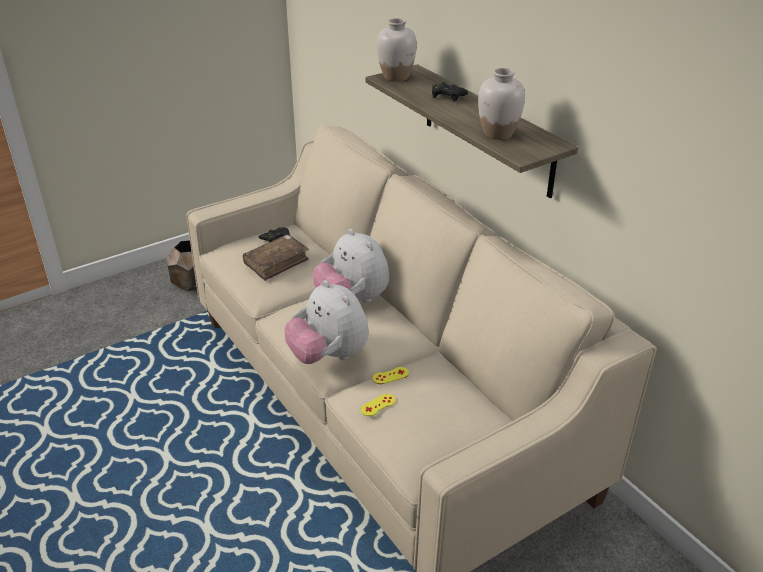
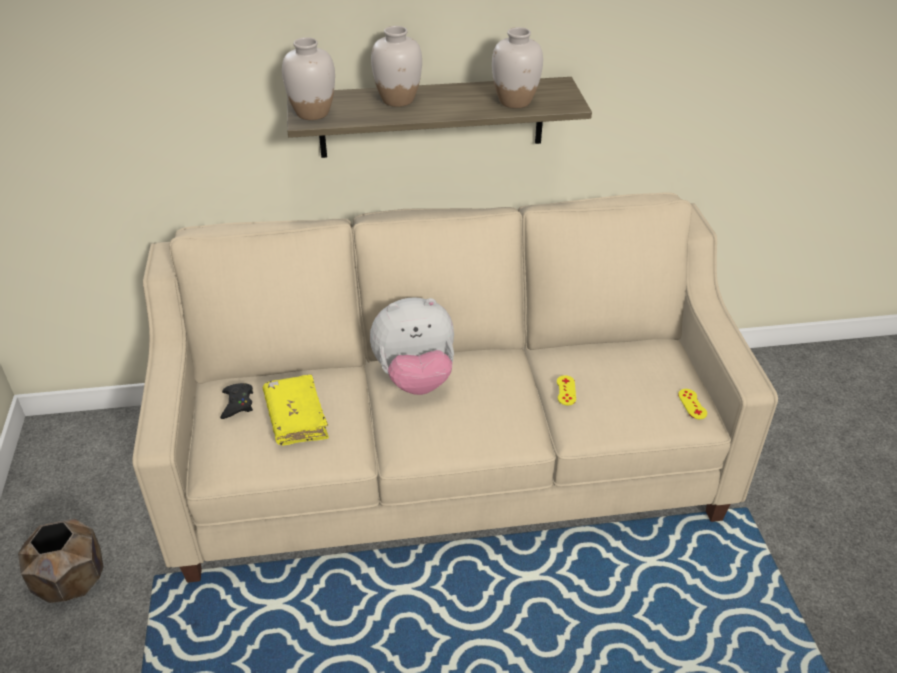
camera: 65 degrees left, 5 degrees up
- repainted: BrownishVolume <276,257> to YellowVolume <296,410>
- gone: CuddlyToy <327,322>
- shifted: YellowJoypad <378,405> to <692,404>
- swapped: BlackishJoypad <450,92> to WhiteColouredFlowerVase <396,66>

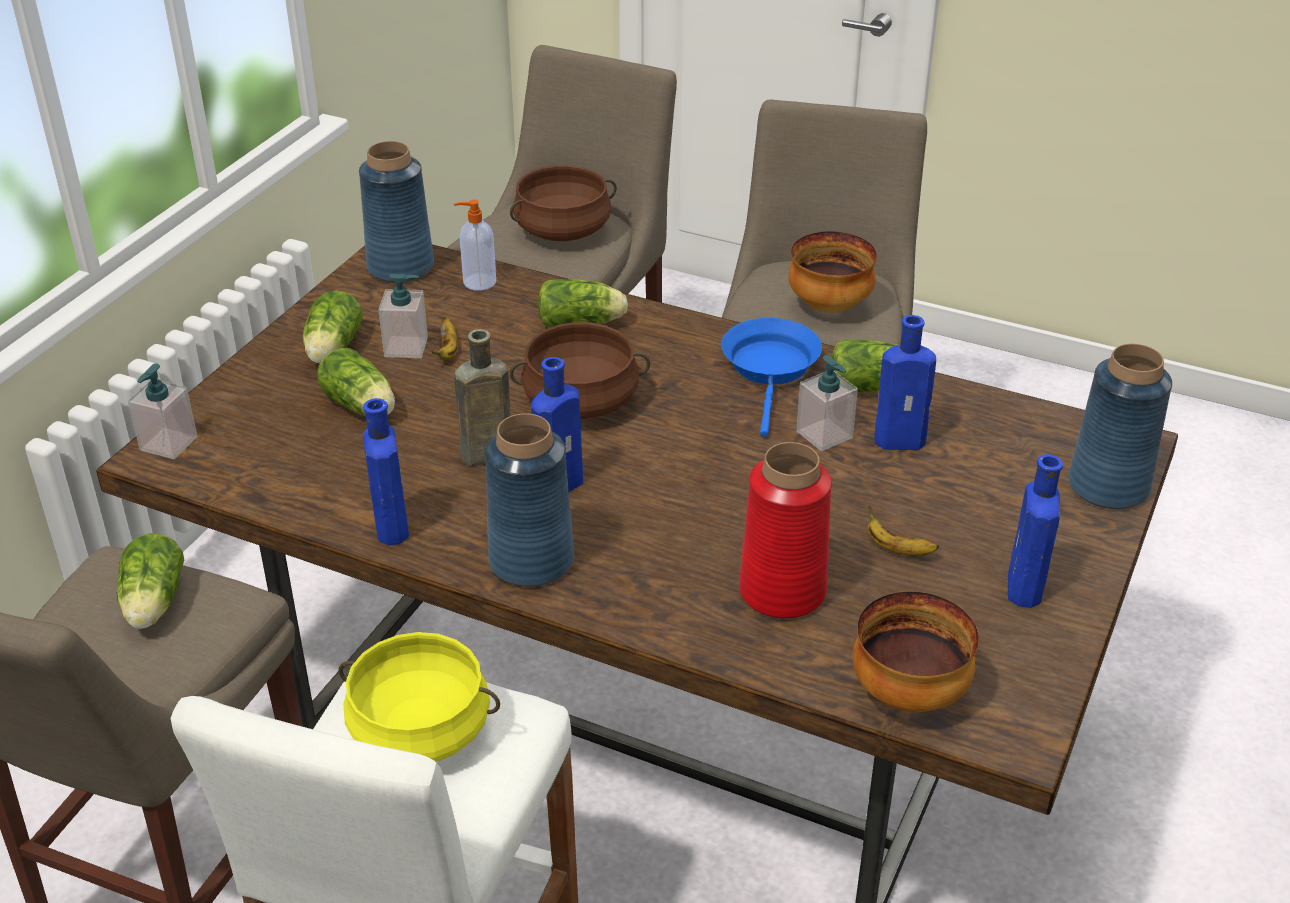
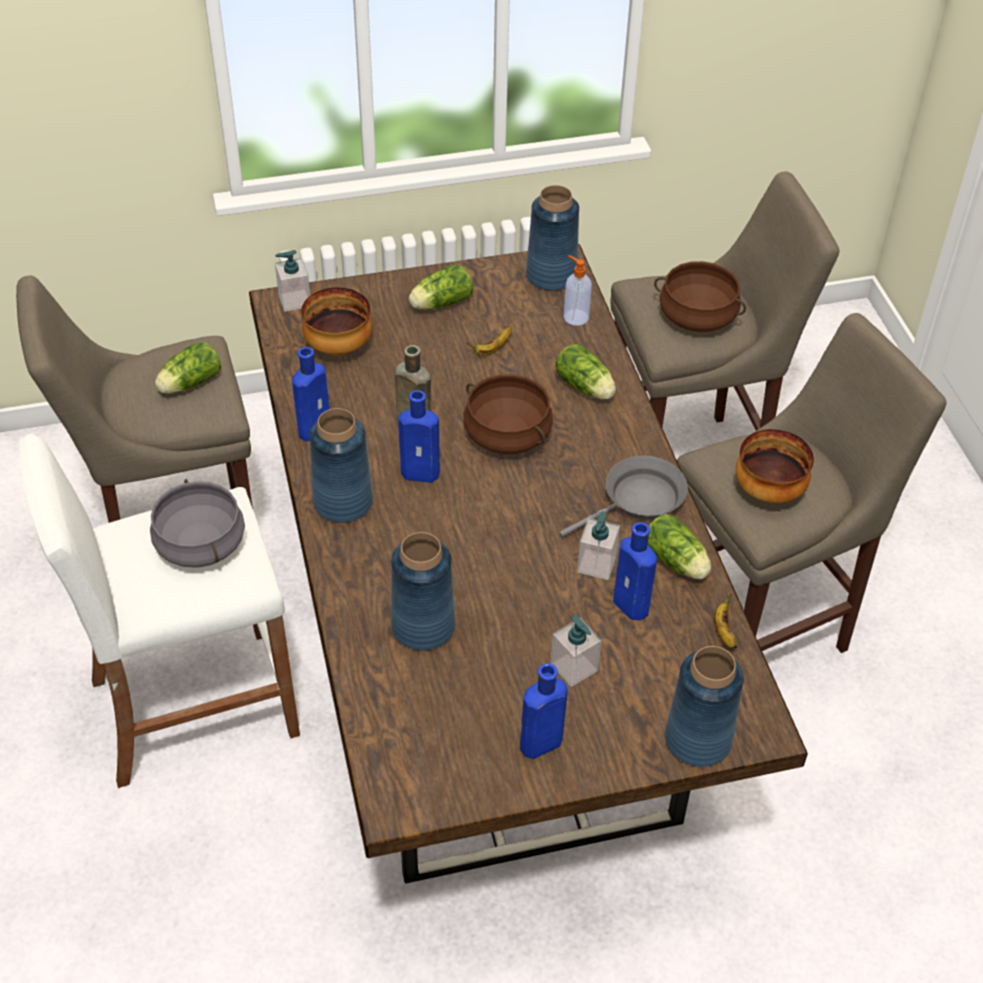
camera: 50 degrees right, 10 degrees up
- gone: Lettuce <356,382>
- repainted: YellowSaucepot <419,697> to GreyishSaucepot <197,523>
- shifted: SoapDispenser <403,316> to <576,651>
- repainted: BlueColouredFryingPan <771,377> to GreyishFryingPan <623,496>
- repainted: ReddishFlowerVase <785,530> to BlueColouredFlowerVase <423,591>
- shifted: ServingBowl <916,652> to <336,321>
- shifted: BananaFruit <903,530> to <726,621>

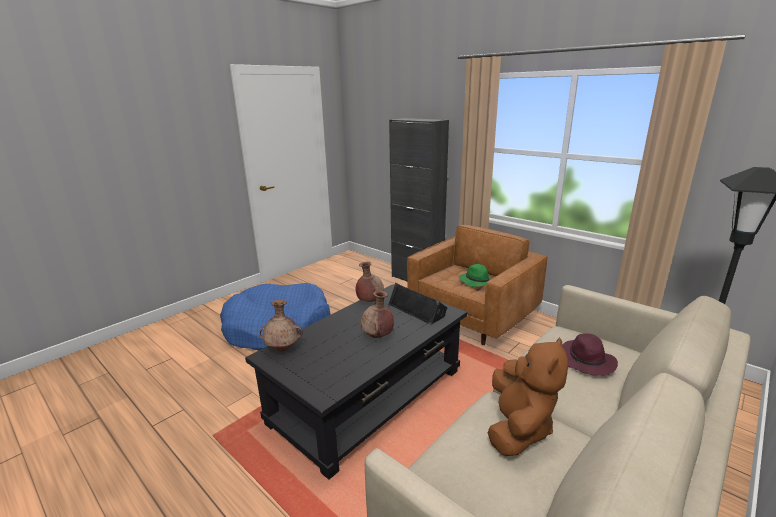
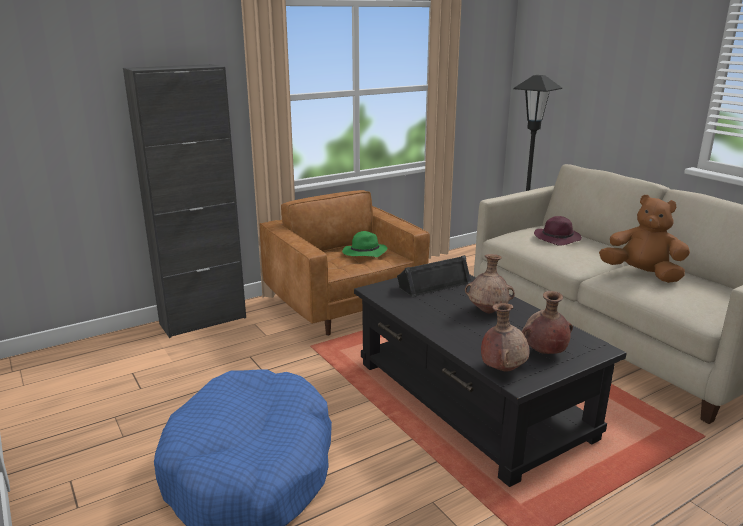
camera: 75 degrees left, 0 degrees up
- shifted: BrownishFlowerVase <370,281> to <547,322>

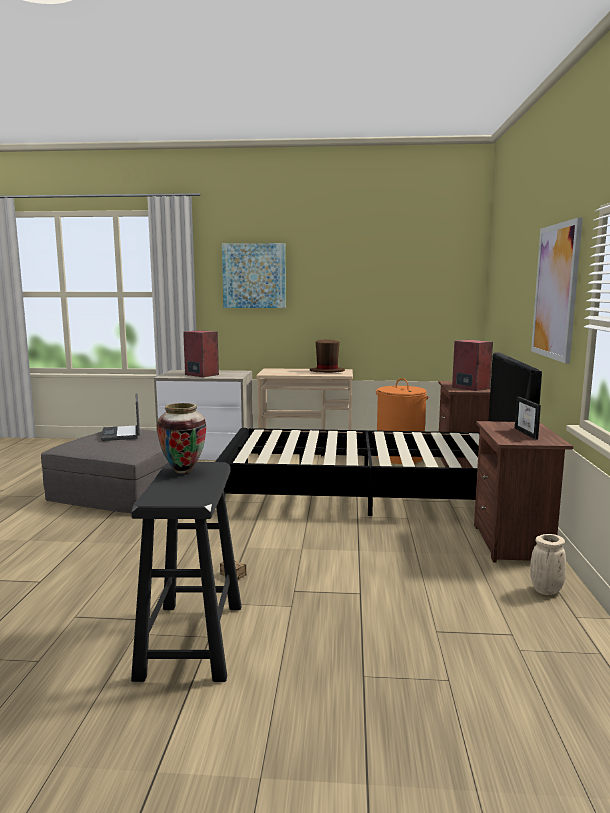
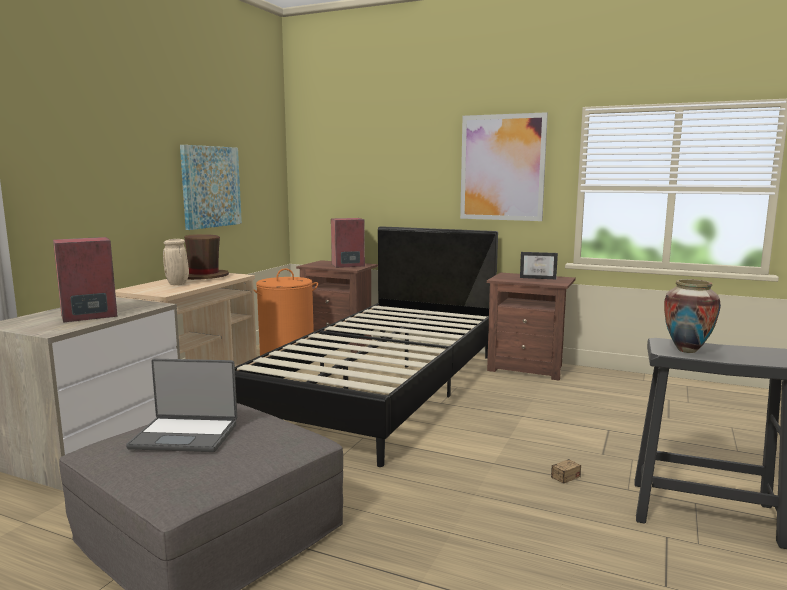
camera: 70 degrees left, 0 degrees up
- shifted: WallPicture <254,275> to <211,187>
- shifted: BeigeColouredFlowerVase <548,564> to <176,262>

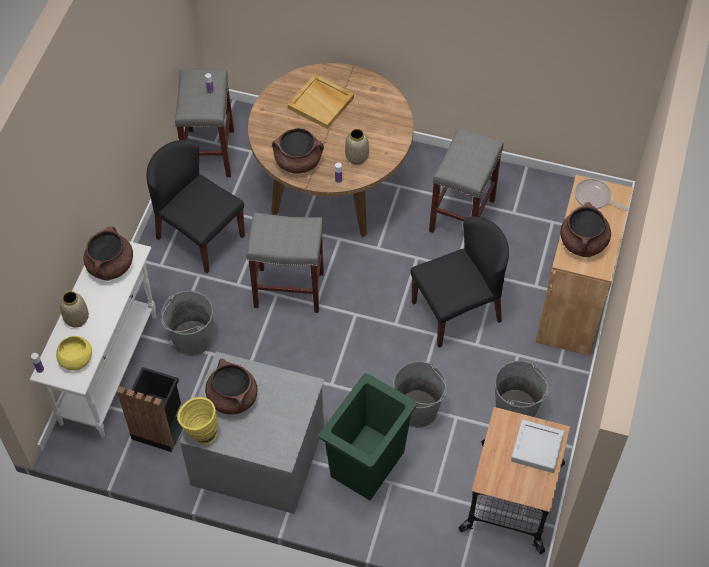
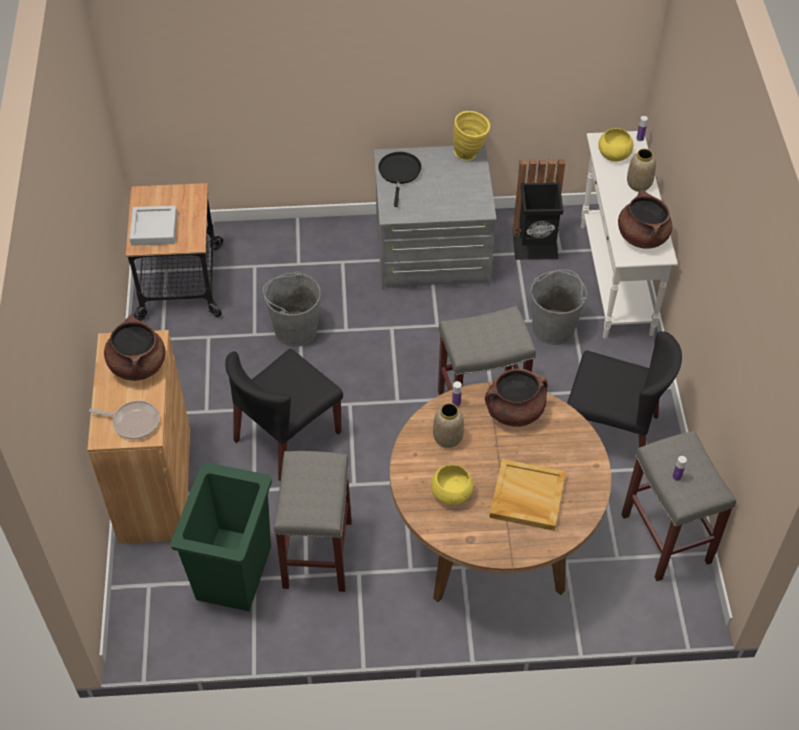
camera: 160 degrees right, 5 degrees down
- gone: BrownishSaucepot <231,386>
- shifted: GreenRubbishBin <368,436> to <221,536>
- gone: GreyishBucket <521,388>
- new: BlackishFryingPan <400,179>
- new: YellowServingBowl <452,485>

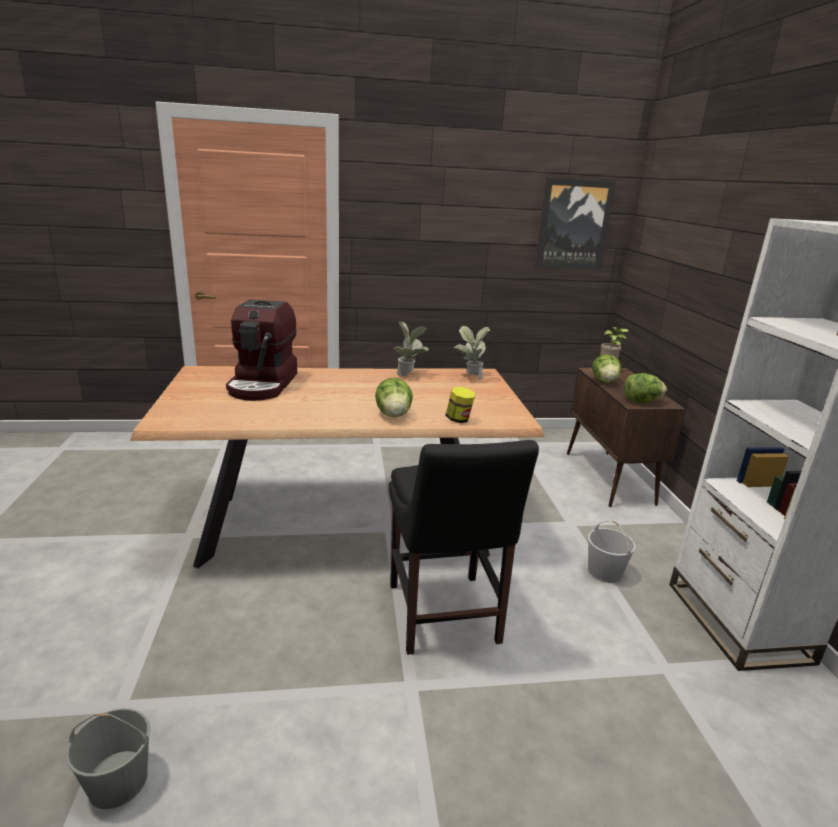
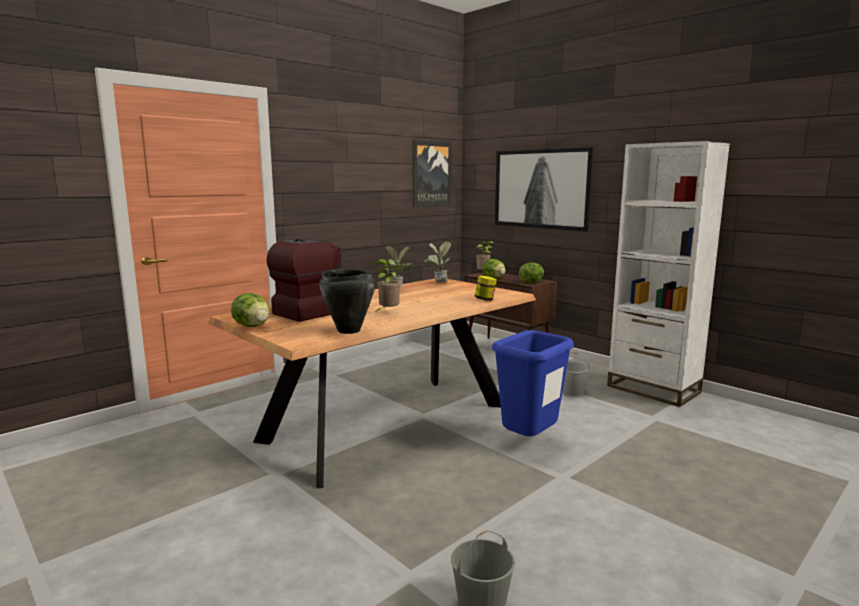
camera: 35 degrees left, 10 degrees down
- rotated: CoffeeMaker <261,350> = <304,280> 105 degrees counterclockwise
- shifted: Lettuce <394,397> to <250,310>
- swapped: BlackishPlainChair <464,547> to BlueColouredRubbishBin <533,383>
- new: BlackishSaucepot <347,301>
- new: PottedPlant <386,285>
- new: WallPicture <544,189>

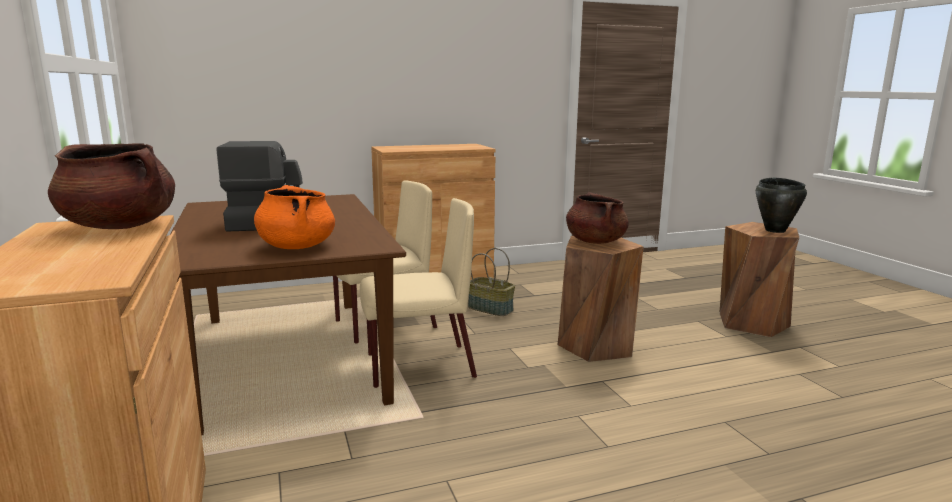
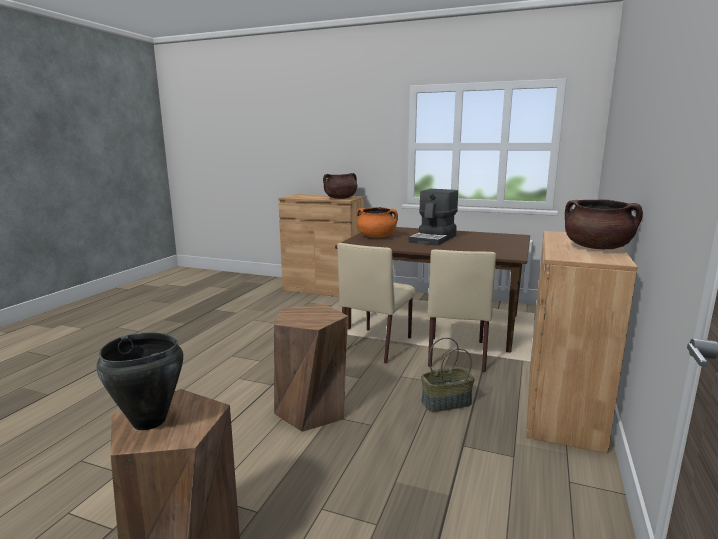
camera: 130 degrees right, 0 degrees up
- shifted: BrownishSaucepot <597,218> to <604,224>

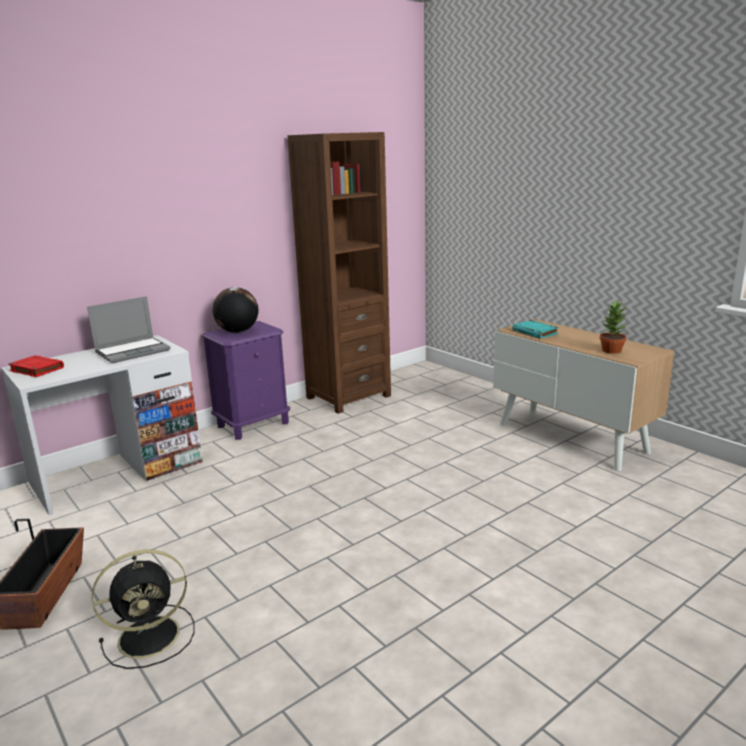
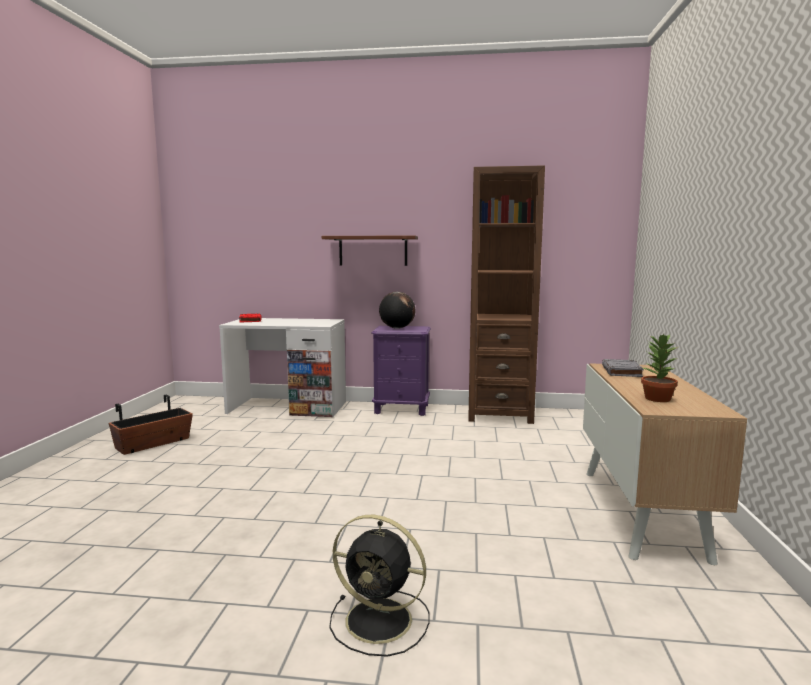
camera: 45 degrees right, 10 degrees down
- gone: Laptop <128,329>
- shifted: BlackishFan <143,609> to <379,586>
- repainted: BlueGreenVolume <535,329> to GreyishVolume <623,368>
- new: BrownishShelf <370,250>

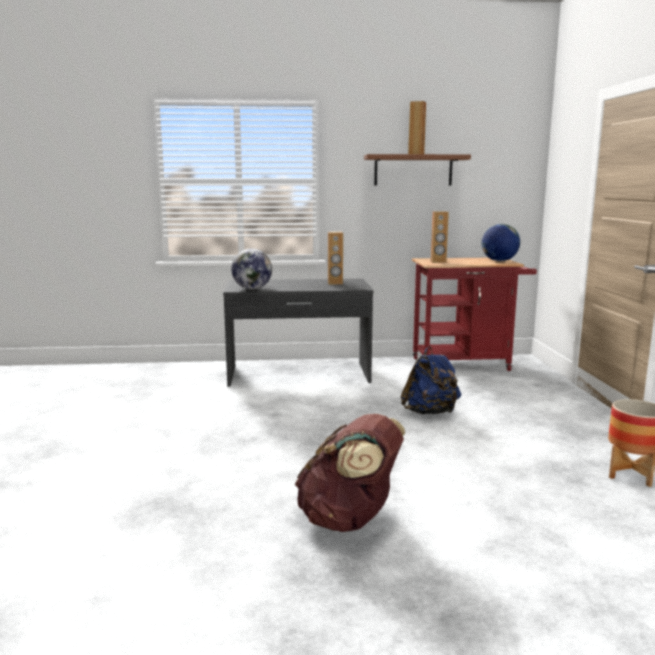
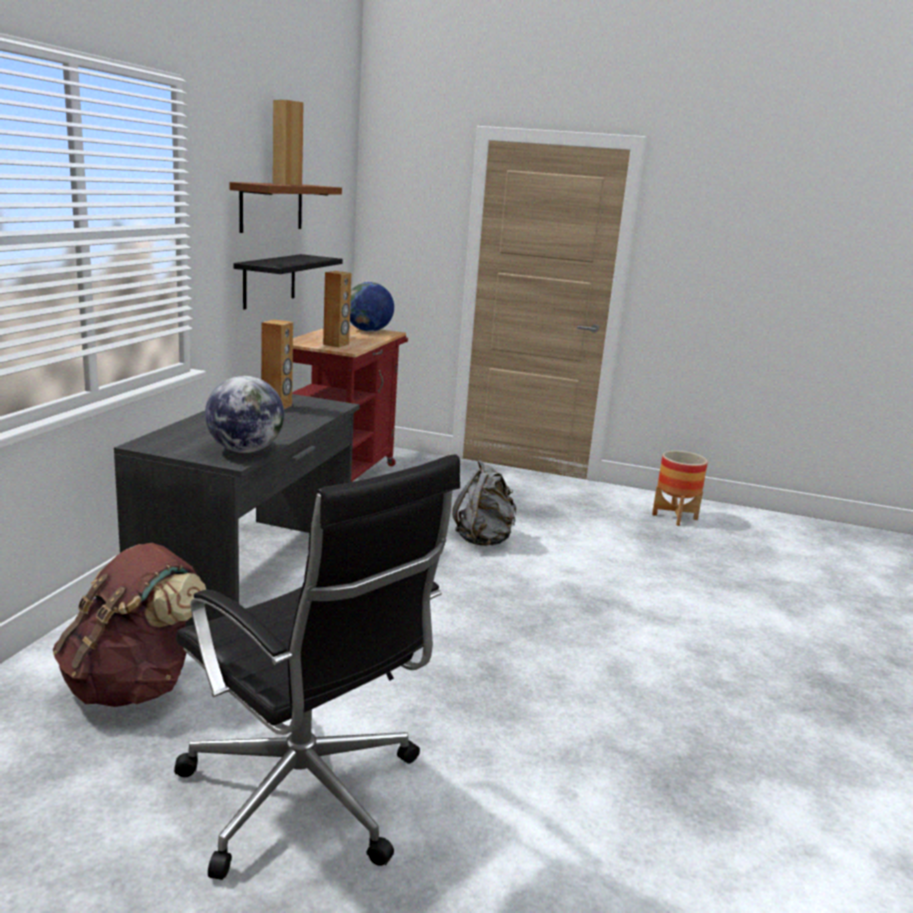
camera: 70 degrees left, 5 degrees up
- shifted: BrownishRucksack <350,473> to <129,625>
- repainted: BlueColouredRucksack <431,380> to GreyishRucksack <484,503>
- new: BlackishOfficeChair <317,667>
- new: BlackishShelf <288,282>

